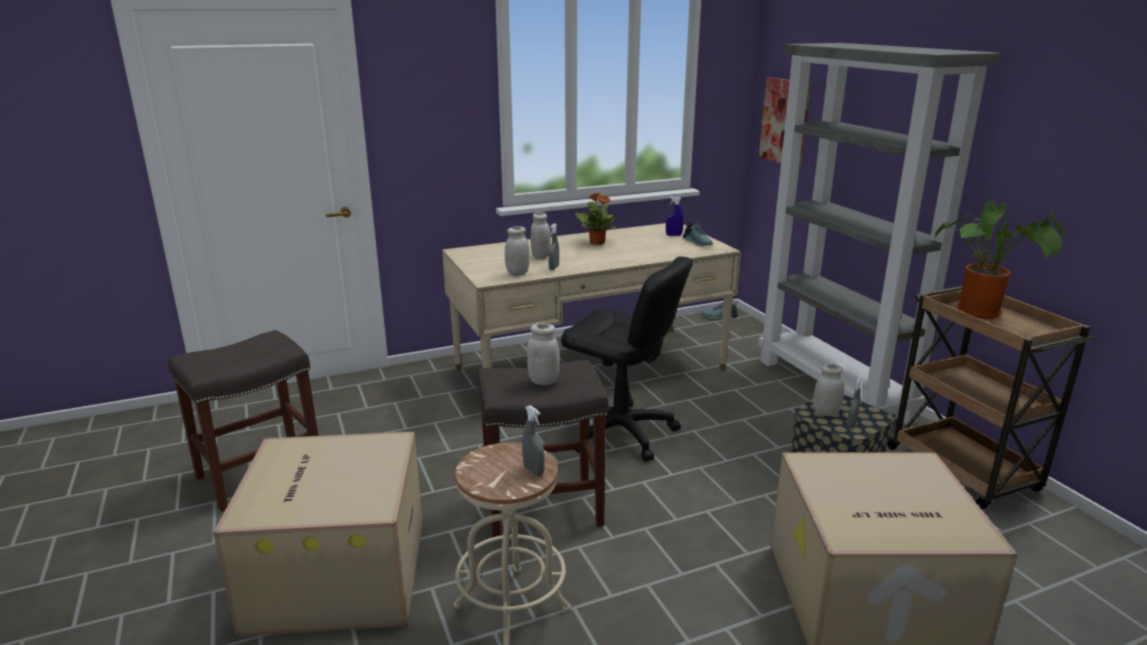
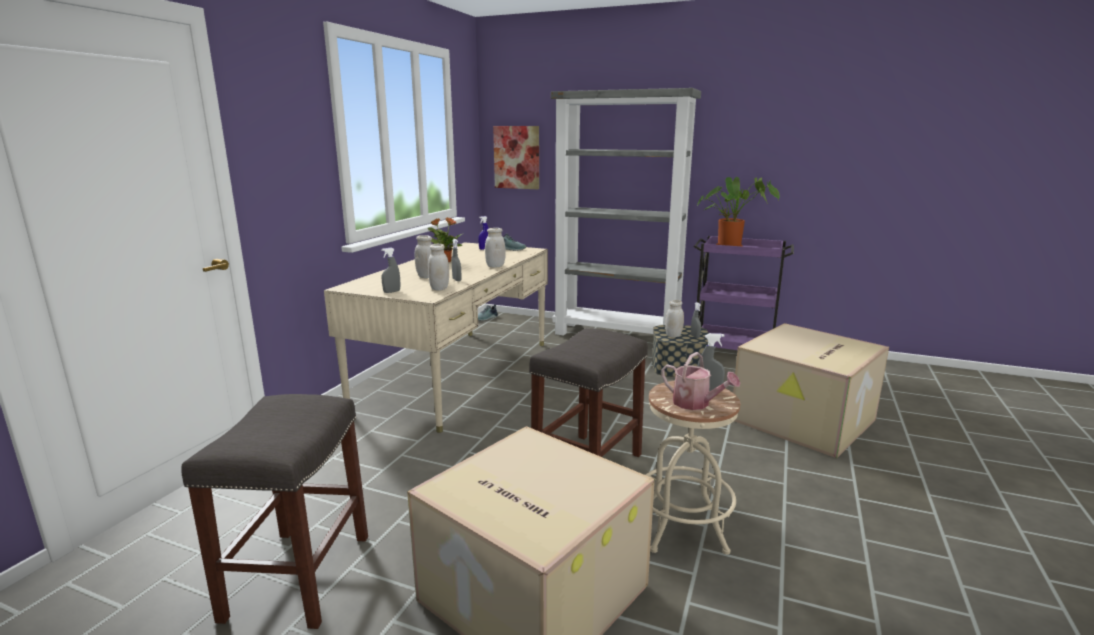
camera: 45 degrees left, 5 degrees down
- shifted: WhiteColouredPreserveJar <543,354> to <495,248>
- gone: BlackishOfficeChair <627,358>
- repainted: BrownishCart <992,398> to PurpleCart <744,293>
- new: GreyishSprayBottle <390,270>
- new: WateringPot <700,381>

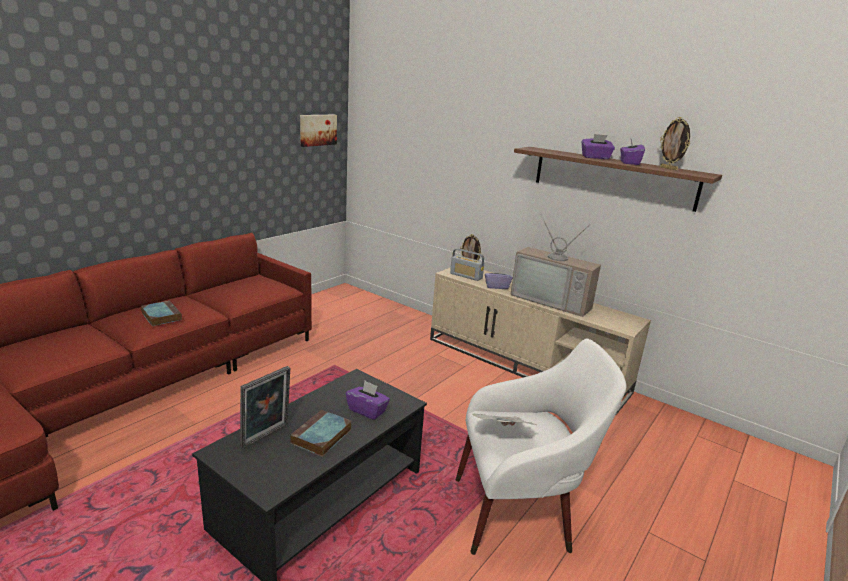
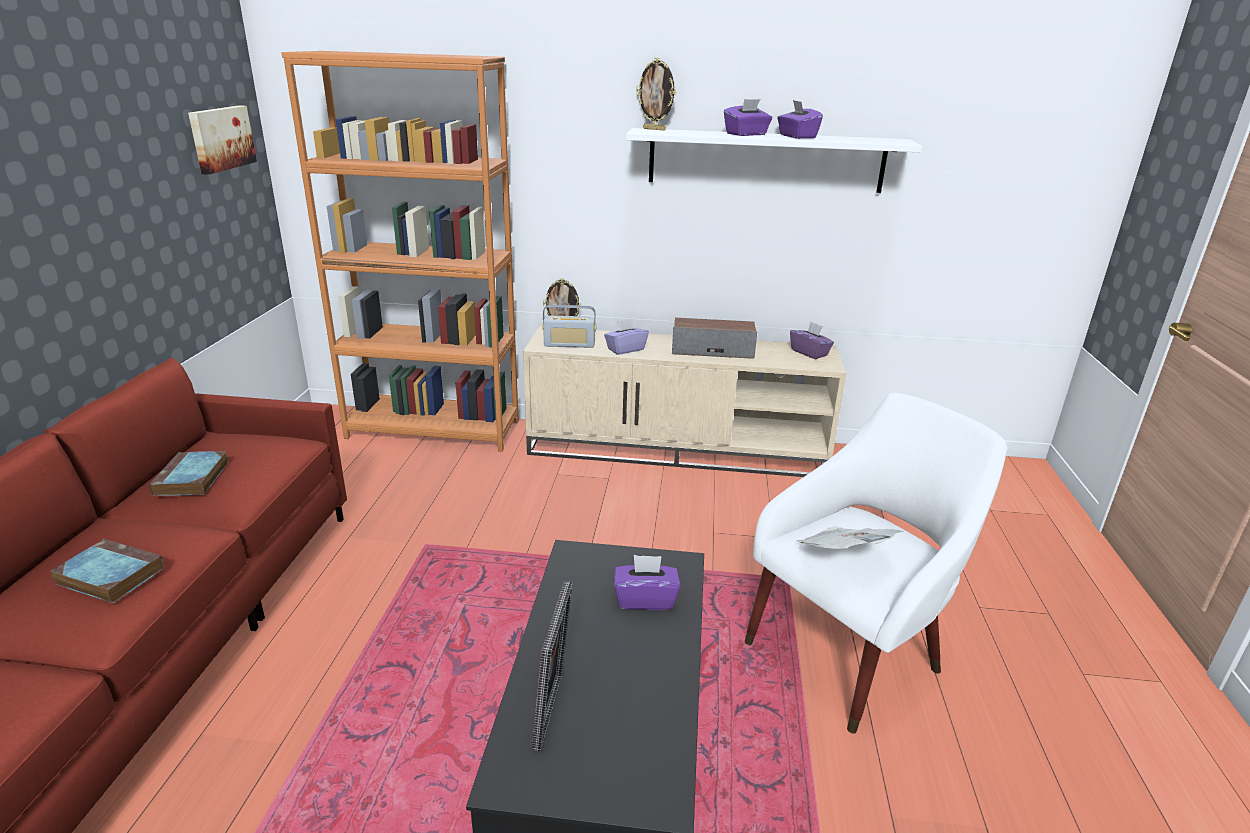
camera: 30 degrees left, 5 degrees up
- shifted: Volume <320,433> to <189,473>
- swapped: Television <555,266> to AudioSpeaker <714,338>
- repainted: BrownishShelf <618,179> to WhiteColouredShelf <774,160>
- shifted: PictureFrame <675,143> to <656,94>
- new: OrangeyBookcase <400,251>
- new: PurpleTissueBox <812,340>

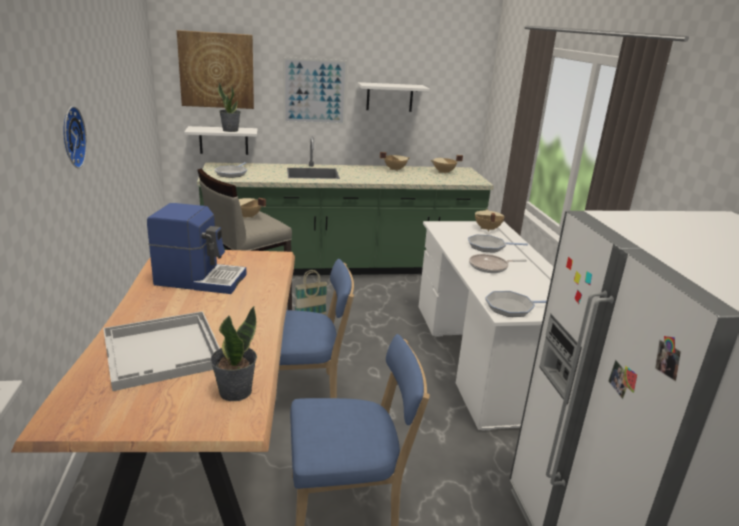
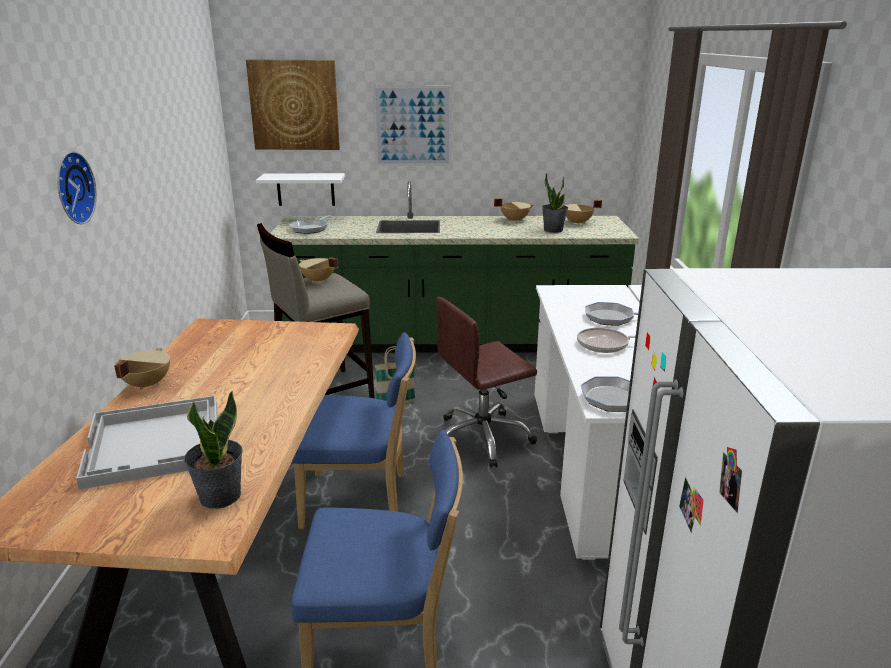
camera: 10 degrees right, 0 degrees up
- gone: CoffeeMaker <197,248>
- shifted: PottedPlant <229,107> to <555,203>
- gone: WhiteColouredShelf <394,97>
- shifted: BeigeColouredSaucepot <490,220> to <142,369>
- new: BrownishOfficeChair <486,382>

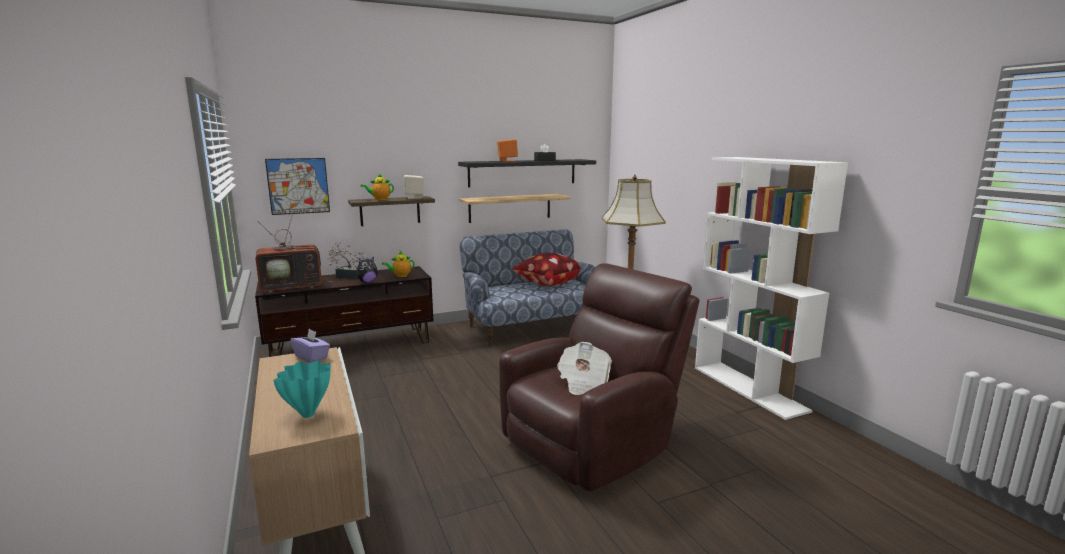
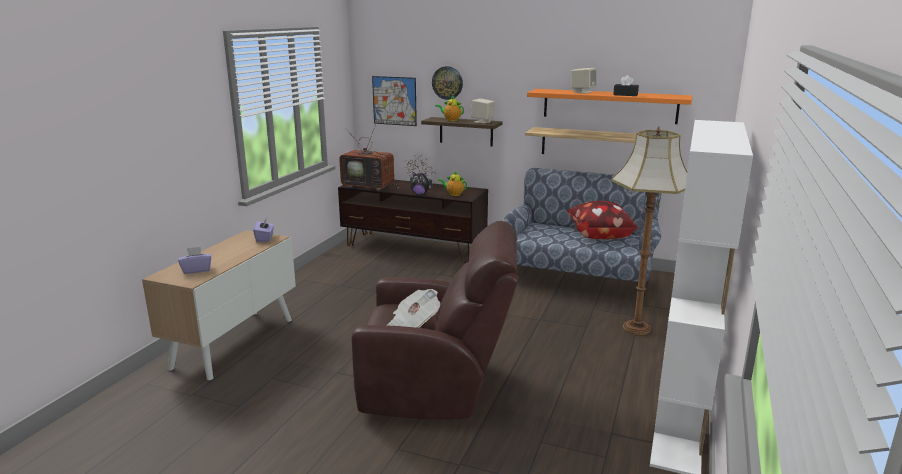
camera: 45 degrees right, 5 degrees up
- swapped: BlueGreenFlowerVase <302,389> to PurpleTissueBox <194,260>
- repainted: BlackishShelf <527,173> to OrangeyShelf <610,106>
- repainted: OrangeyAudioSpeaker <507,150> to BeigeColouredAudioSpeaker <583,81>
- new: ClockOnTheWall <447,83>

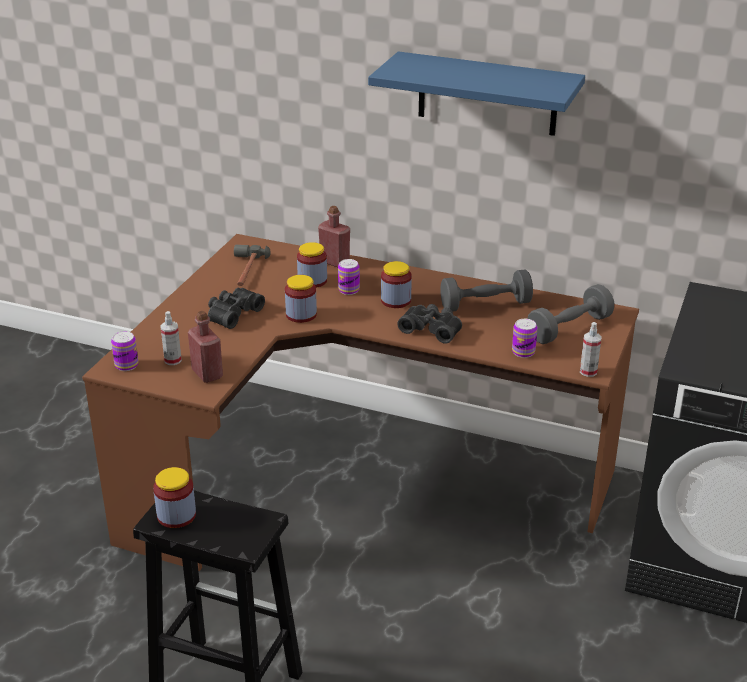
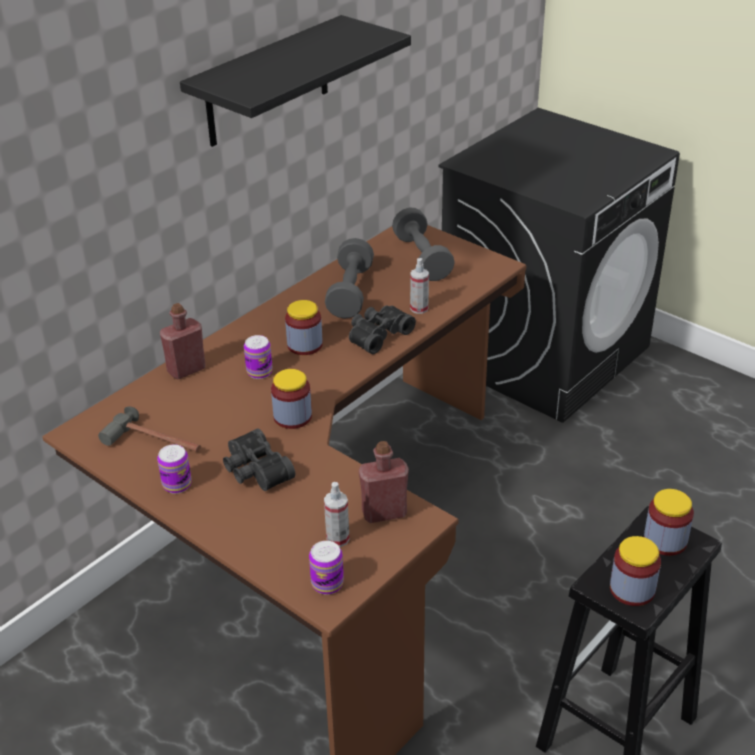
camera: 70 degrees left, 5 degrees up
- shifted: PreserveJar <312,265> to <669,522>
- repainted: BlueColouredShelf <476,93> to BlackishShelf <295,81>
- shifted: MetalCan <524,338> to <174,469>
- shifted: SprayBottle <591,349> to <419,286>

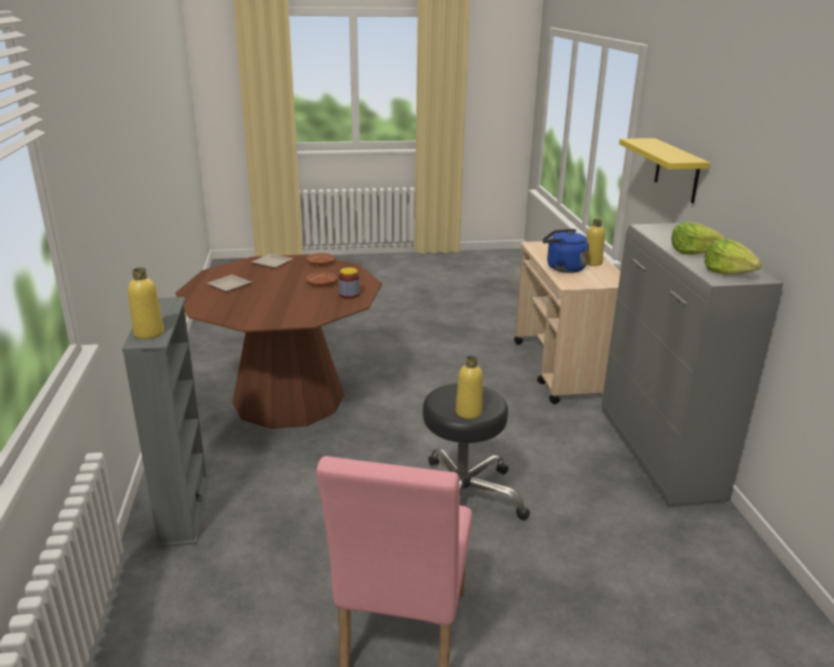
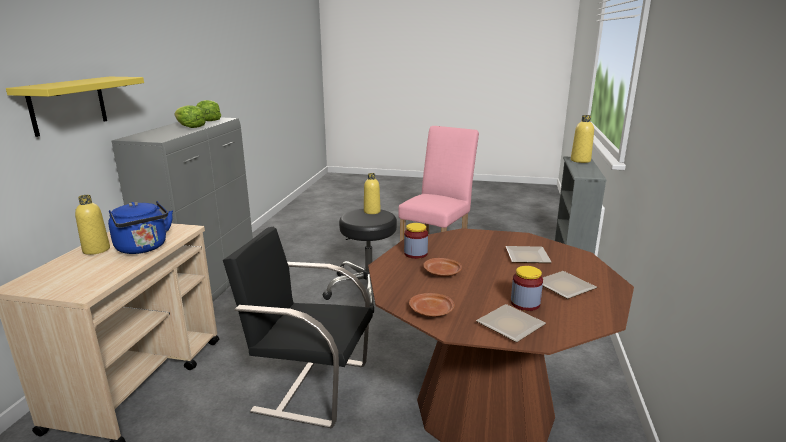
camera: 160 degrees left, 5 degrees down
- new: BlackishPlainChair <298,327>
- new: FlatDish <529,254>
- new: PreserveJar <527,288>

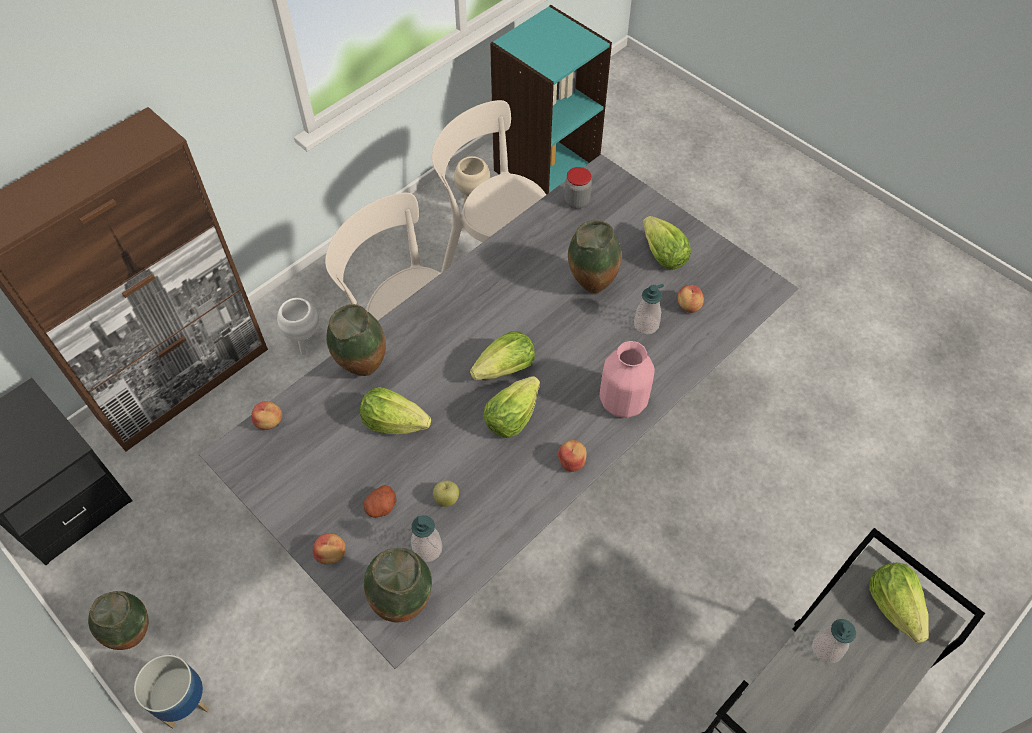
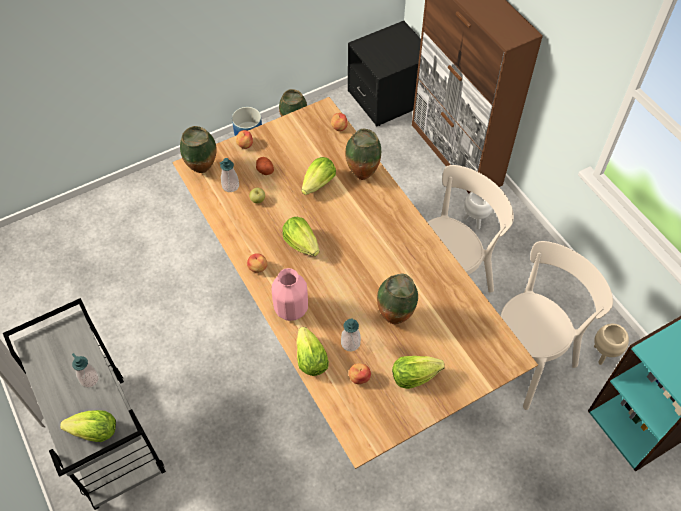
camera: 105 degrees right, 0 degrees up
- repainted: GreyishDinnerTable <498,411> to BrownishDinnerTable <355,283>
- shifted: Lettuce <502,355> to <312,351>
- gone: PreserveJar <578,188>

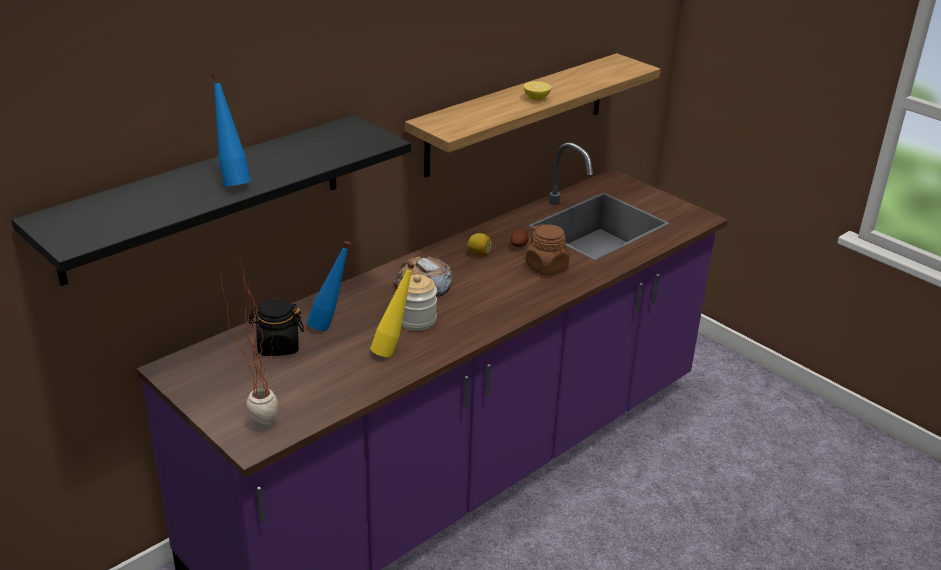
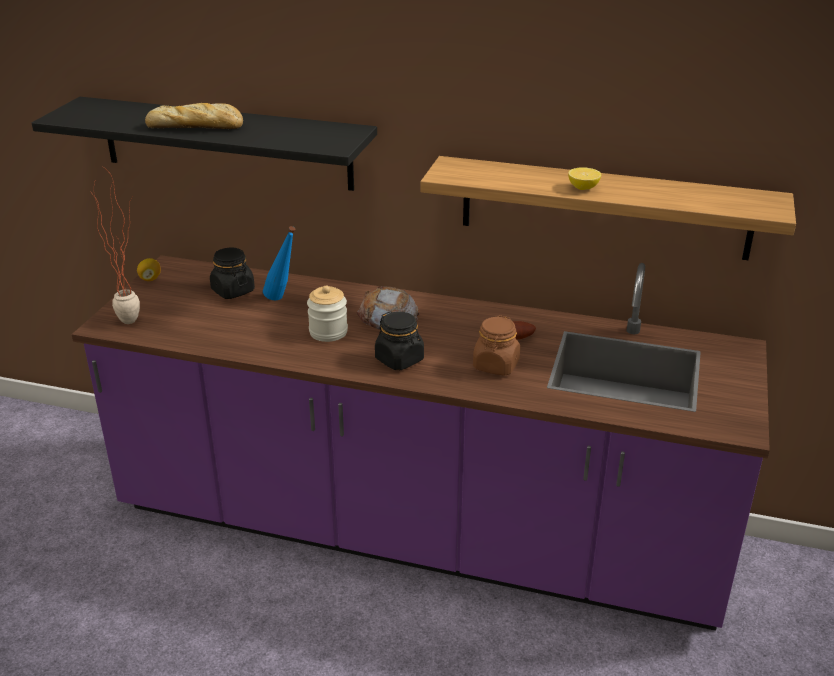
camera: 60 degrees right, 0 degrees up
- swapped: BlueColouredBottle <231,130> to Bread <194,116>
- gone: YellowBottle <392,309>
- shifted: CitrusFruit <479,244> to <149,269>
- new: BlackishPreserveJar <399,340>

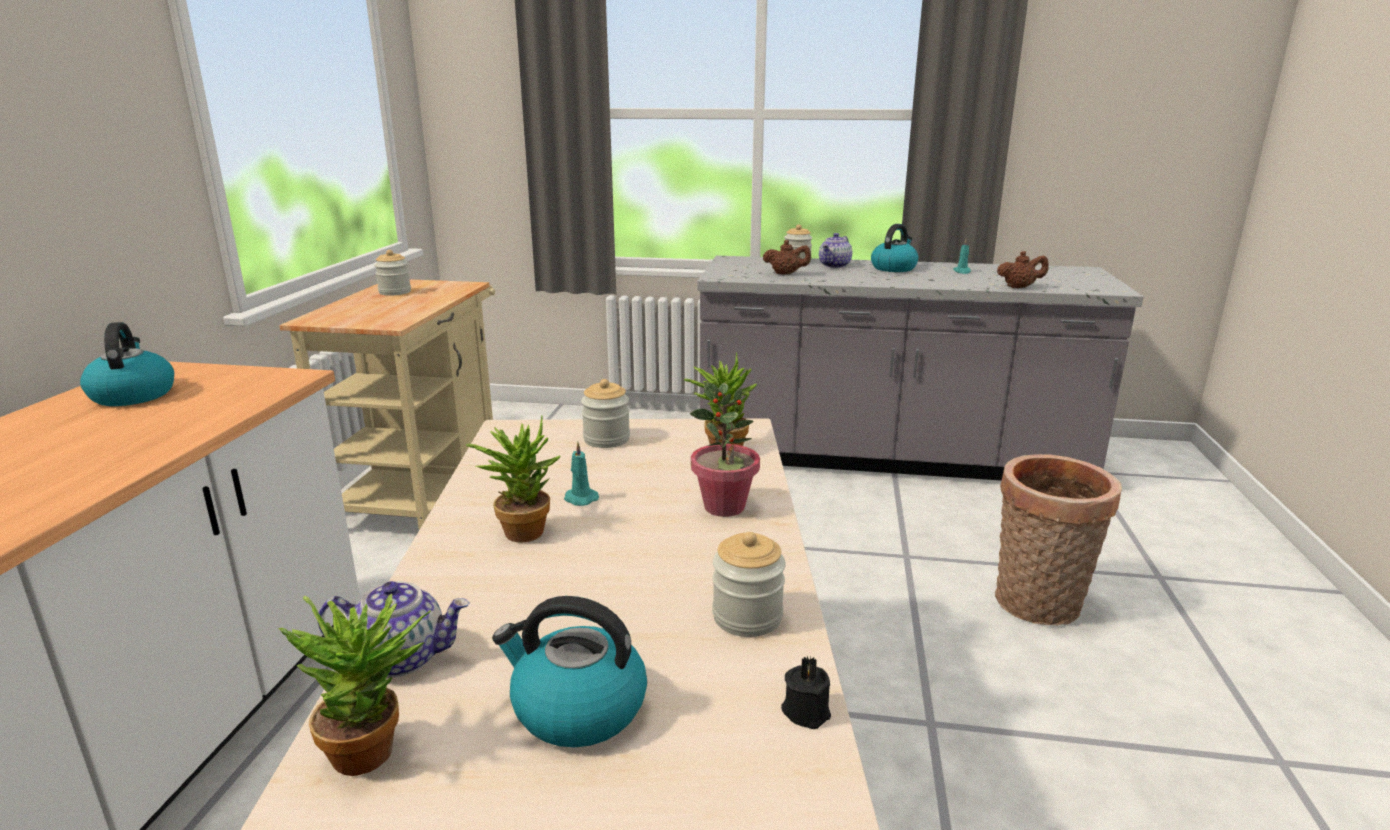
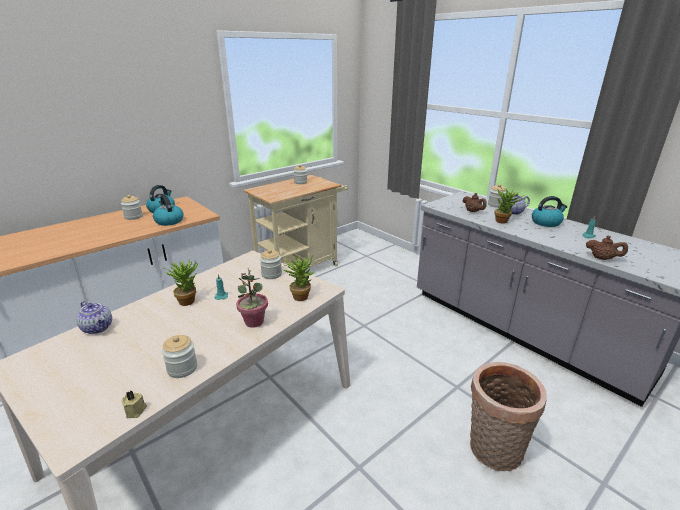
camera: 40 degrees right, 5 degrees up
- shifted: PottedPlant <354,684> to <509,205>
- shifted: Kettle <569,671> to <168,210>
- repainted: BlackishWaxCandle <806,692> to BeigeColouredWaxCandle <134,404>
- new: PreserveJar <132,207>

